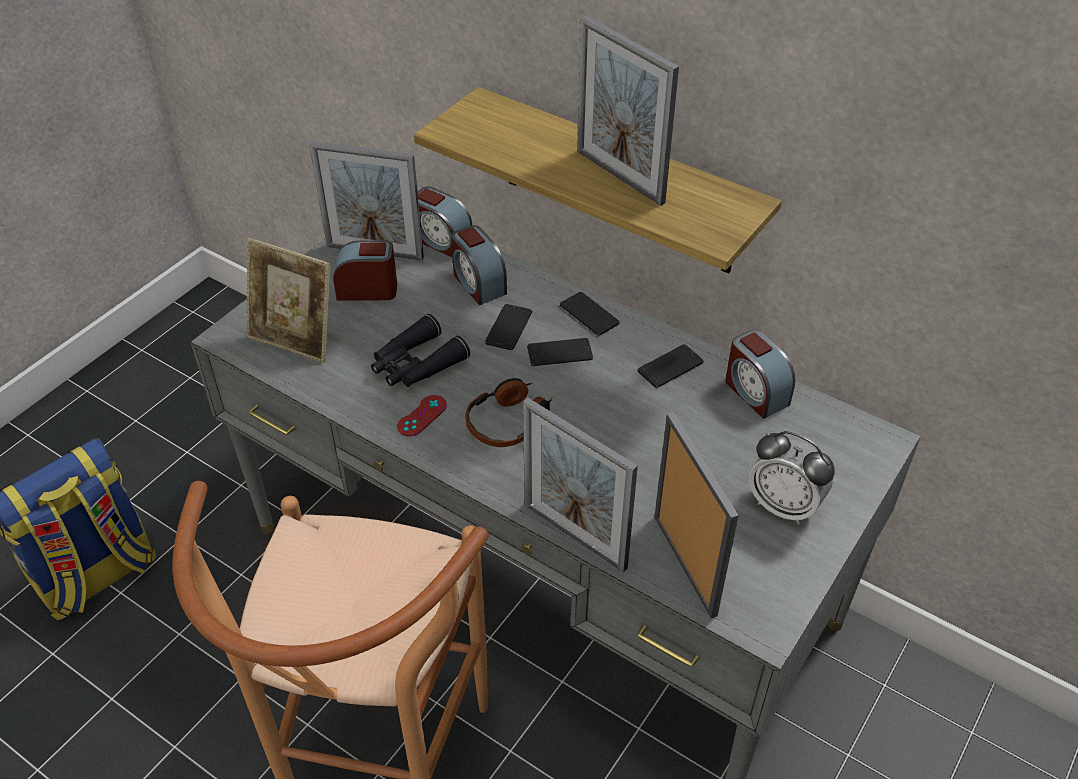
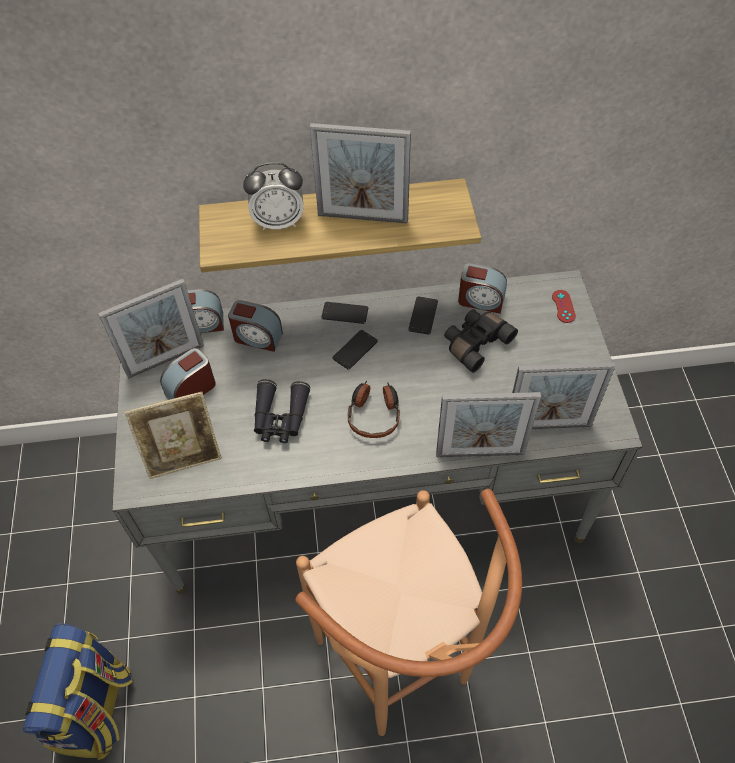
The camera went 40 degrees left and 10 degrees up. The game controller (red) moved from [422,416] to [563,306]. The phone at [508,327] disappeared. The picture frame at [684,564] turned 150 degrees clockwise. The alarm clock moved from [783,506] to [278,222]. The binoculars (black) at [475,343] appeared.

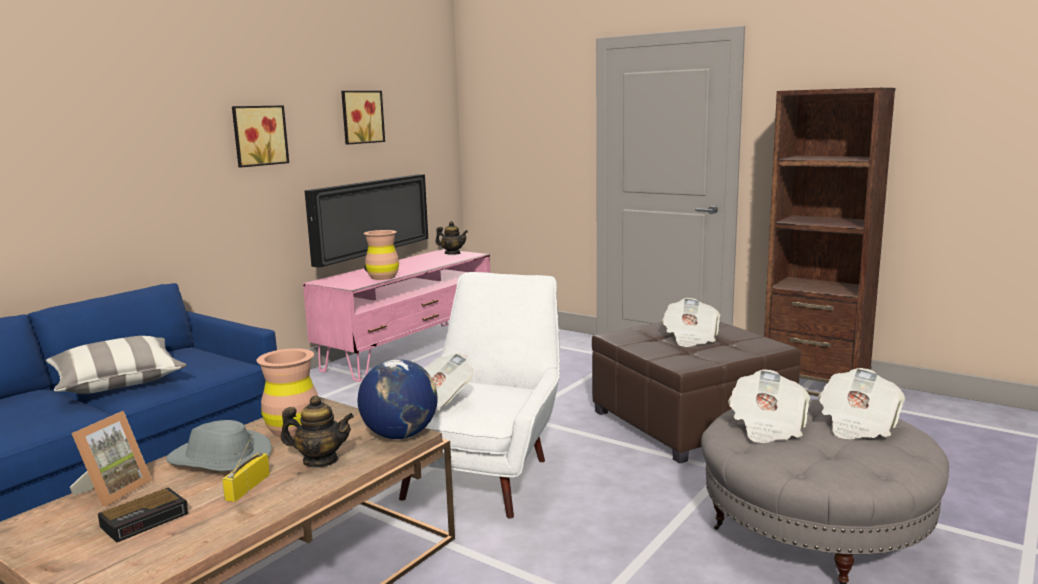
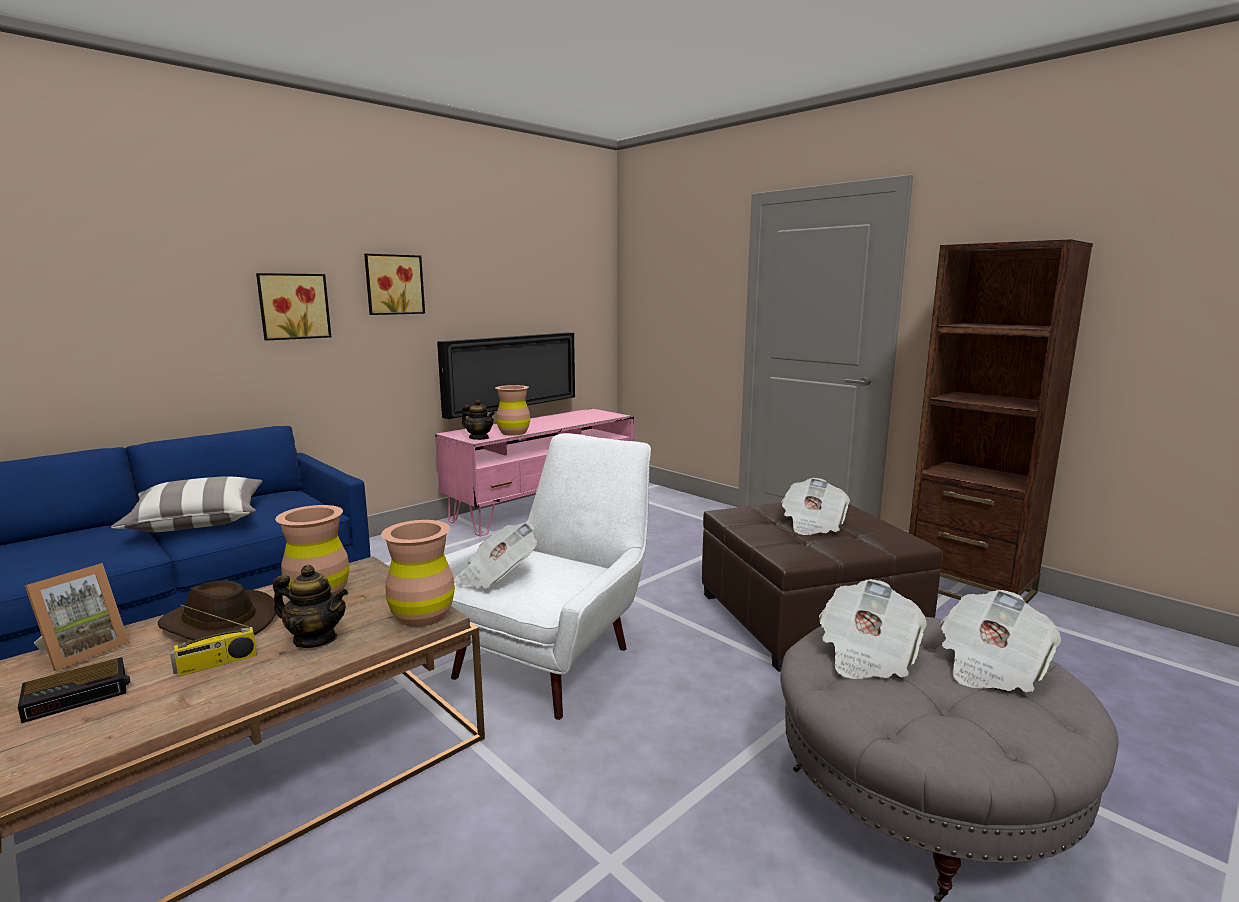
The camera went 10 degrees right and 0 degrees up. The hat (grey) at [219,459] became the hat (brown) at [218,623]. The radio at [248,486] turned 150 degrees counterclockwise. The picture moved from [361,117] to [293,306]. The globe at [400,435] was replaced by the vase (brown) at [422,615]. The teapot moved from [452,253] to [479,438].

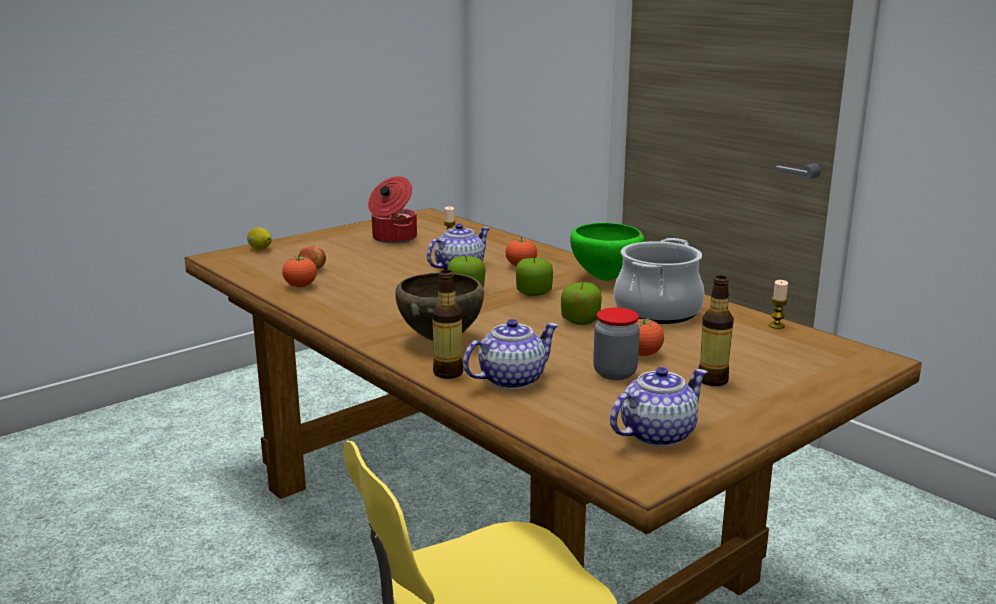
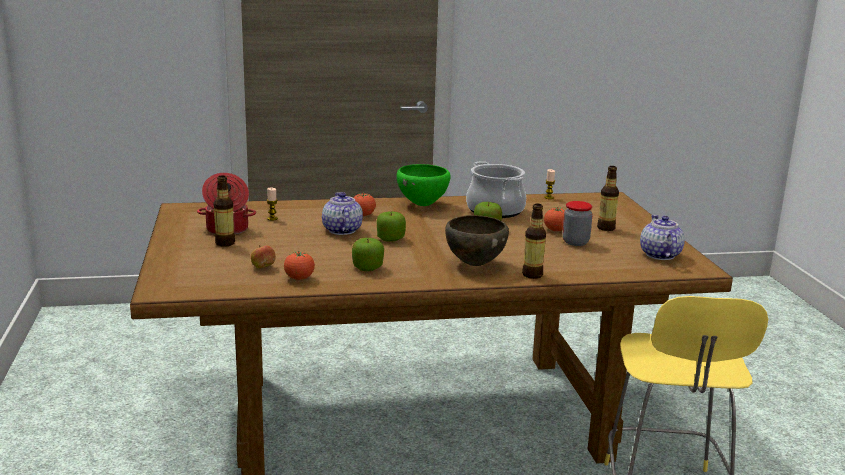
The camera went 60 degrees left and 0 degrees up. The lemon at [260,249] disappeared. The teapot at [510,380] disappeared. The apple moved from [534,293] to [368,267]. The bottle at [225,243] appeared.

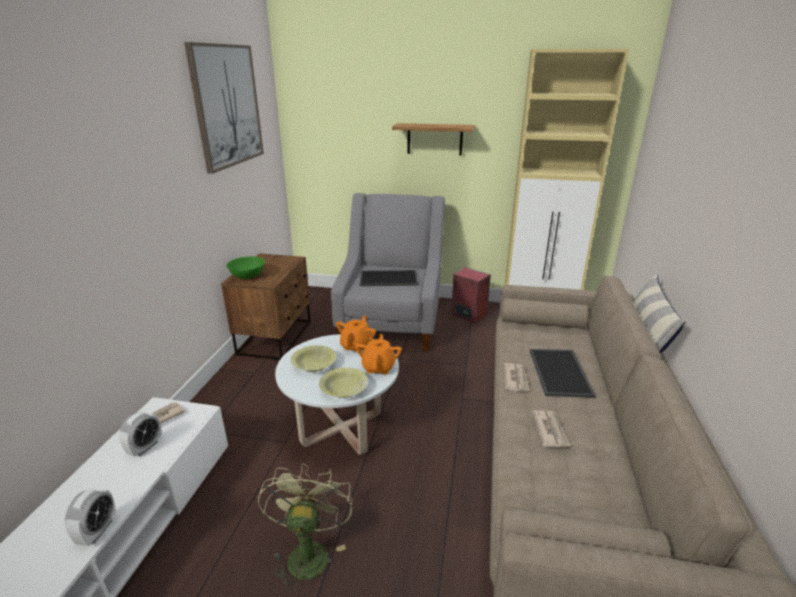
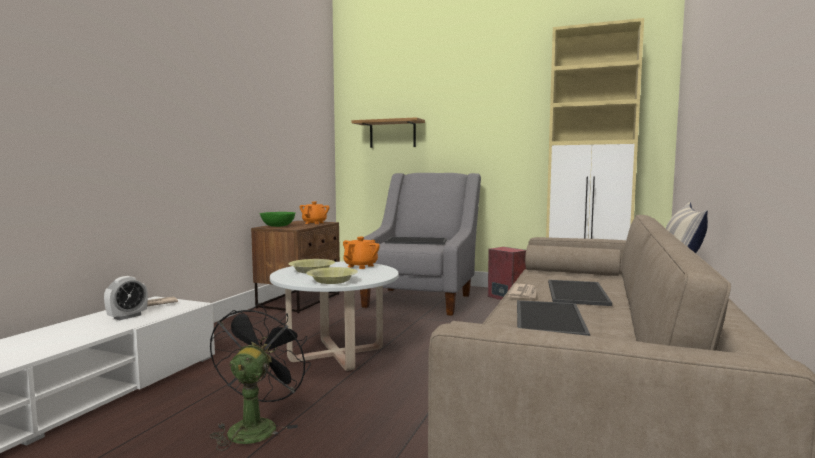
The camera went 10 degrees right and 20 degrees down. The alarm clock at [97,531] disappeared. The picture at [227,106] disappeared. The fan (green) at [308,551] became the fan (black) at [255,426]. The teapot (orange) moved from [378,367] to [314,223]. The shelf moved from [434,139] to [392,134]. The newspaper at [549,430] was replaced by the tray at [547,318].

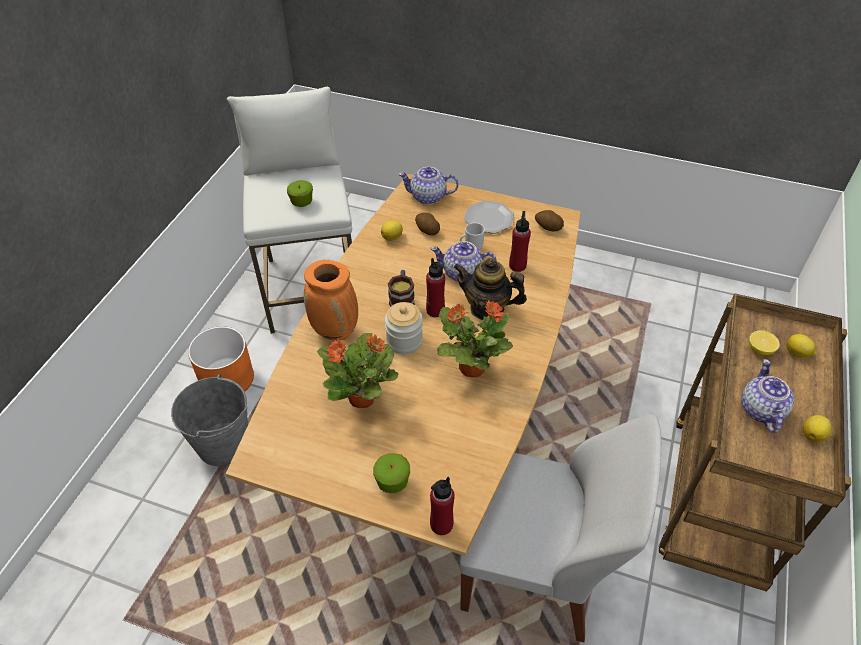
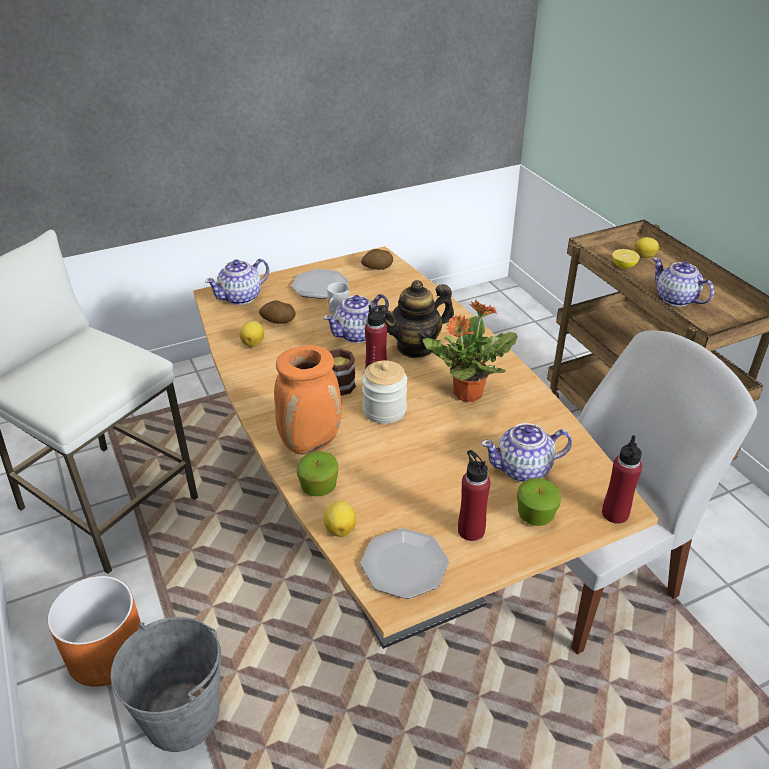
The camera went 45 degrees left and 10 degrees down. The apple moved from [302,202] to [319,487]. The potted plant at [363,398] disappeared. The bottle (red) moved from [517,265] to [471,530]. The lemon moved from [812,435] to [340,528]. The plate at [403,565] appeared. The teapot at [524,469] appeared.

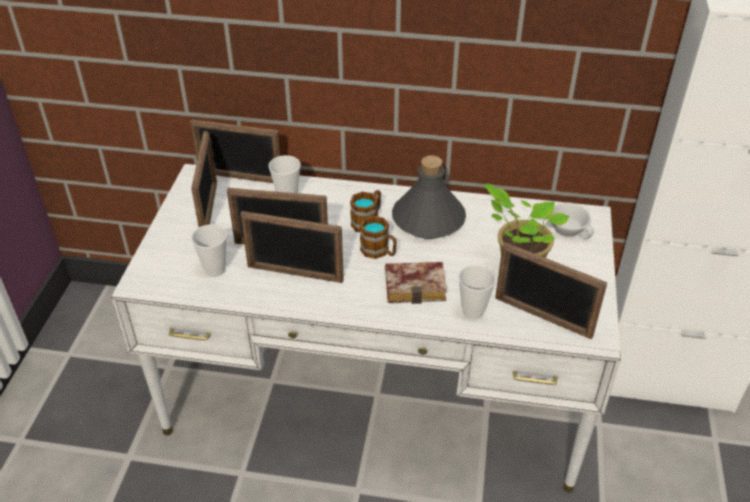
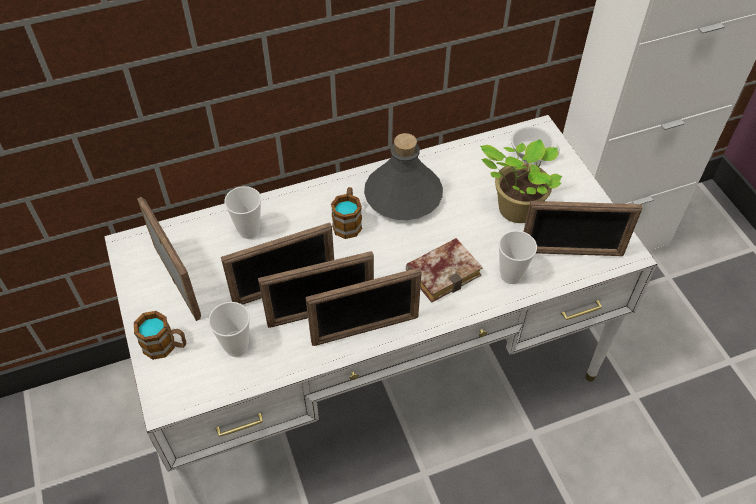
The camera went 30 degrees left and 10 degrees up. The picture frame moved from [240,178] to [365,330]. The mug moved from [379,252] to [165,346].

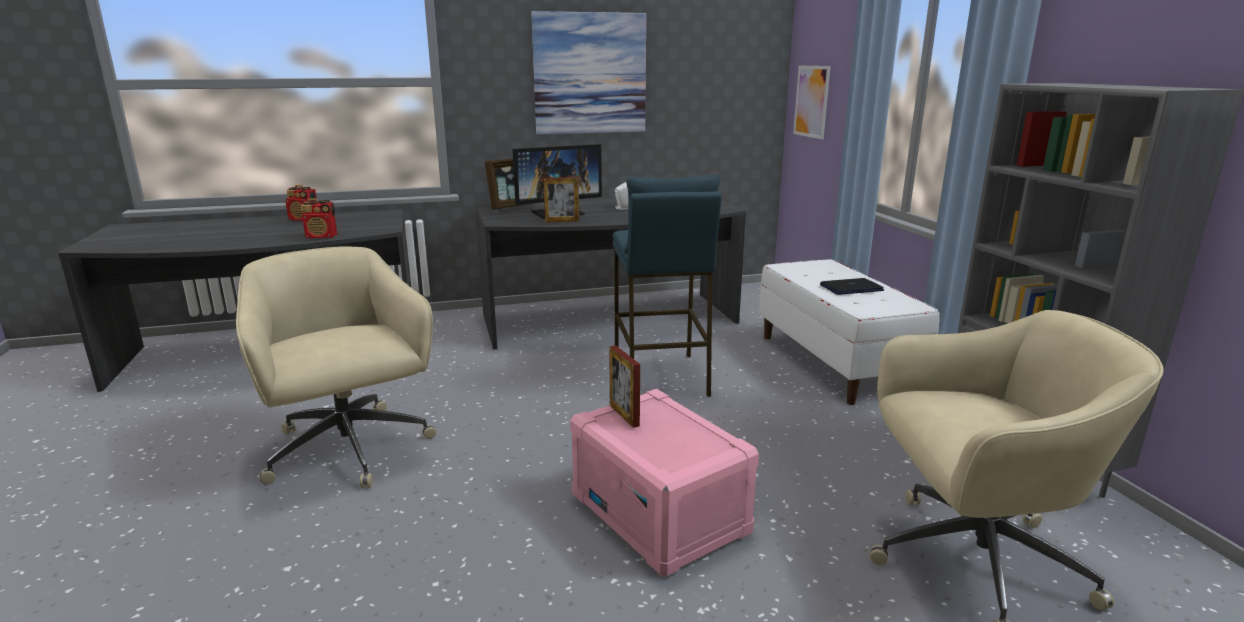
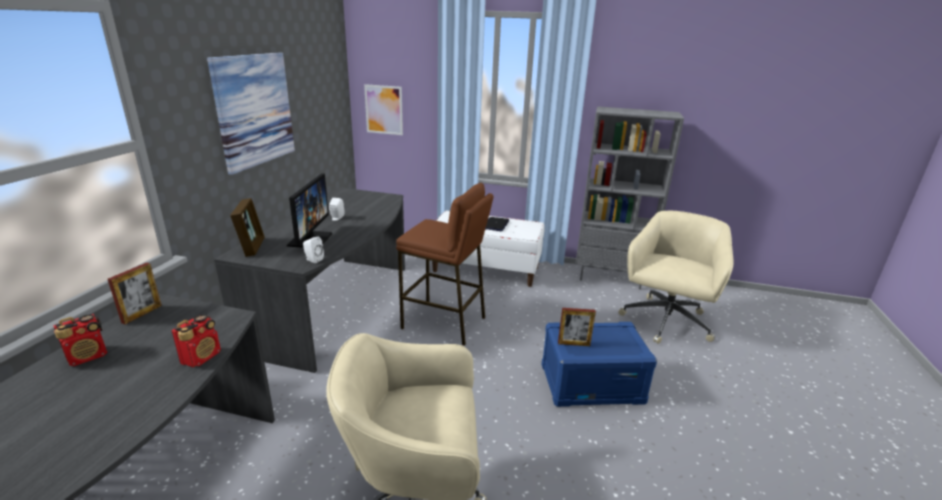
The camera went 60 degrees left and 5 degrees up. The picture frame moved from [562,221] to [142,314]. The storage box (pink) at [660,514] became the storage box (blue) at [591,384]. The stool (blue) at [660,377] became the stool (brown) at [444,323]. The speaker (white) at [313,259] appeared.

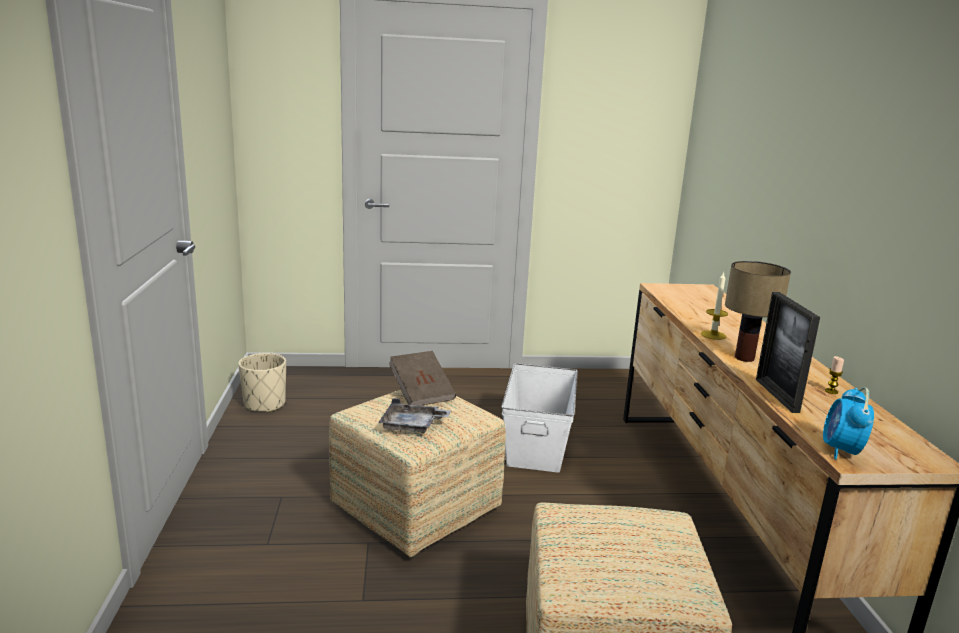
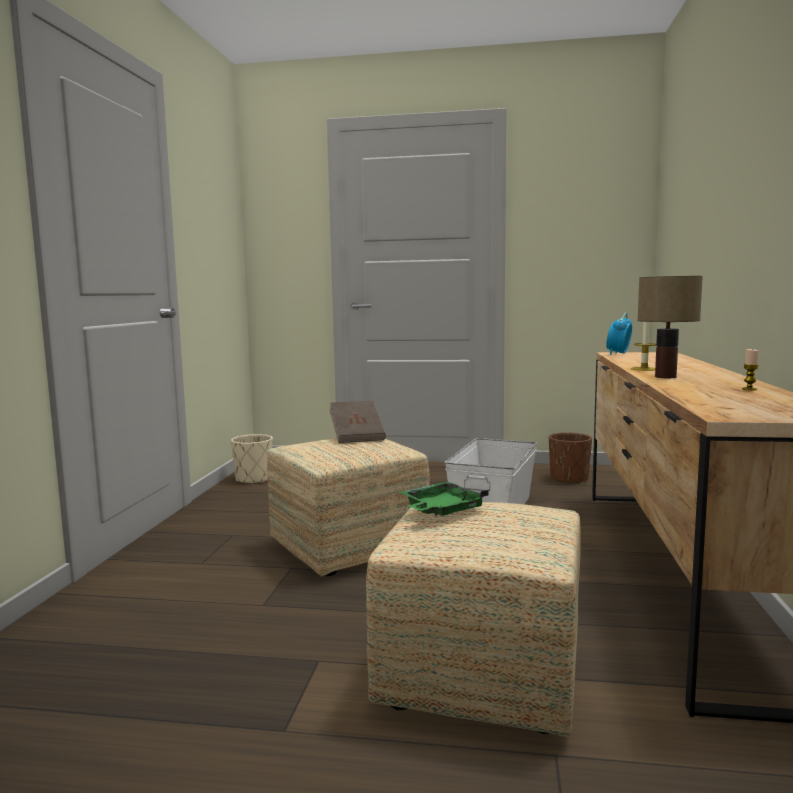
The camera went 15 degrees right and 10 degrees down. The tray (grey) at [412,426] disappeared. The picture frame at [776,395] disappeared. The alarm clock moved from [841,451] to [618,354]. The tray (green) at [441,510] appeared. The planter (brown) at [569,479] appeared.

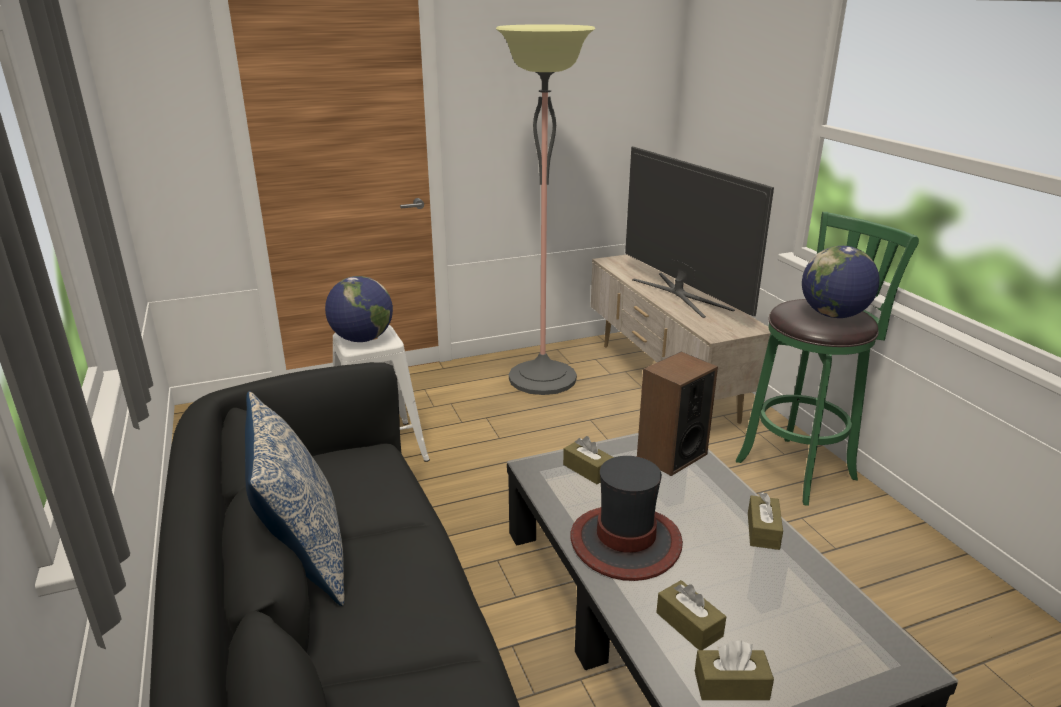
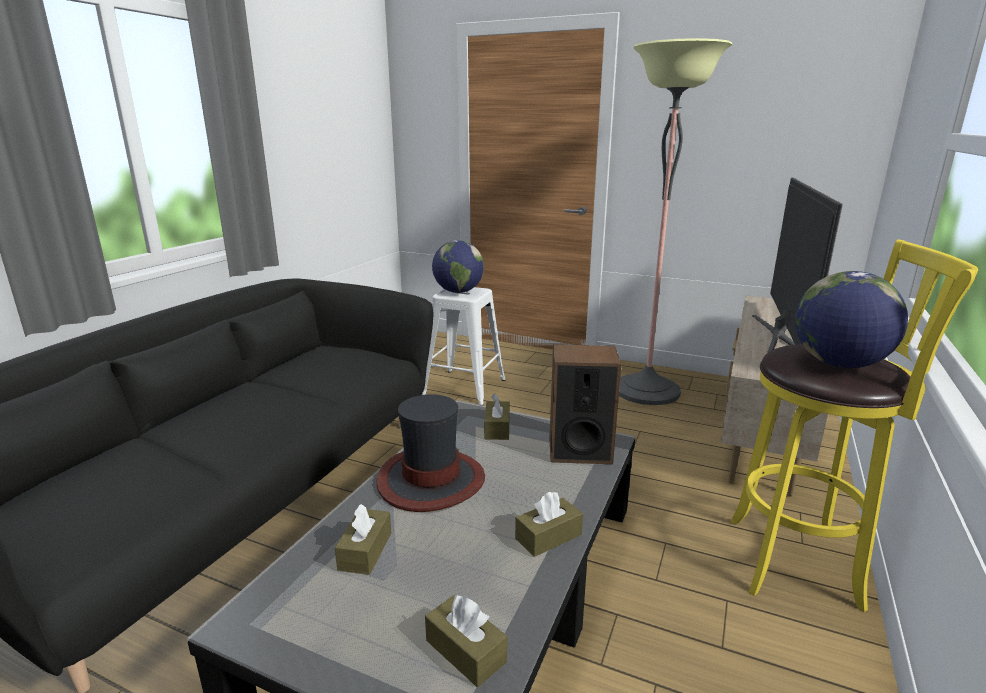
The camera went 45 degrees right and 5 degrees down. The pillow at [304,557] disappeared. The tissue box (brown) moved from [731,685] to [465,651]. The stool (green) at [799,467] became the stool (yellow) at [801,562].

